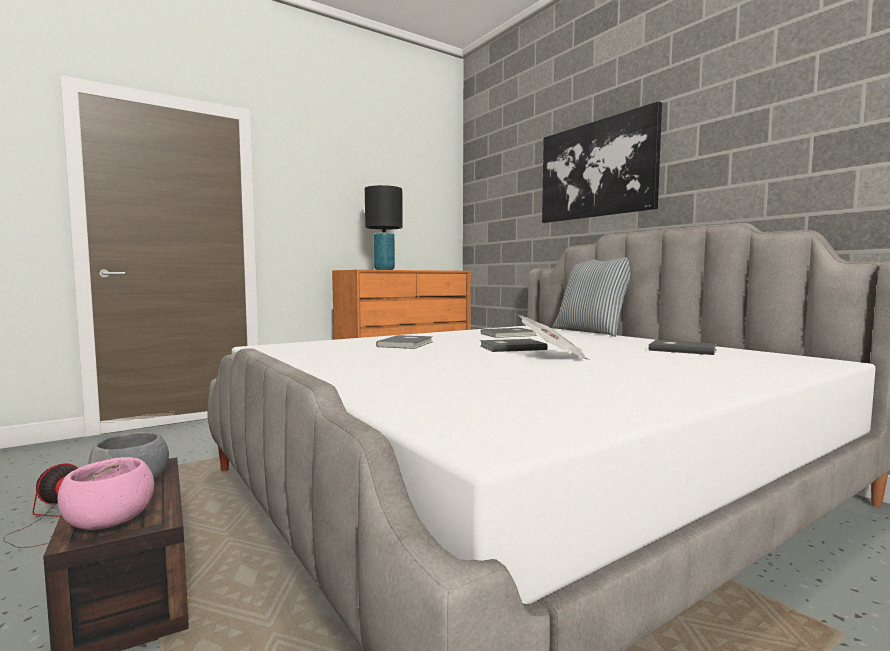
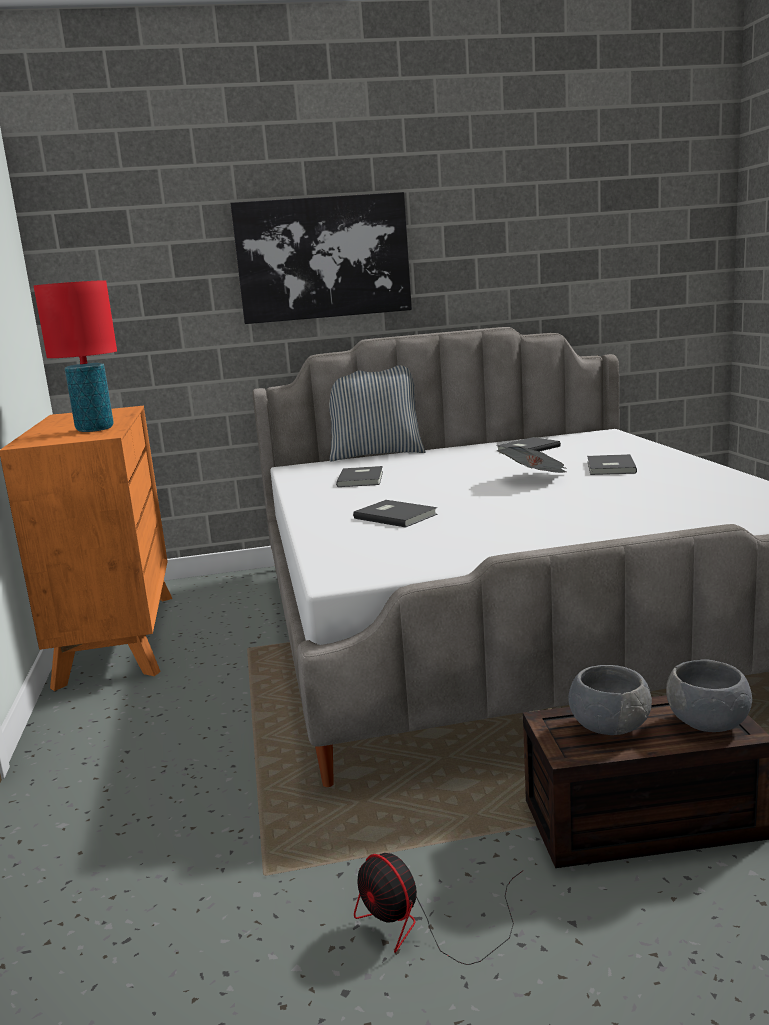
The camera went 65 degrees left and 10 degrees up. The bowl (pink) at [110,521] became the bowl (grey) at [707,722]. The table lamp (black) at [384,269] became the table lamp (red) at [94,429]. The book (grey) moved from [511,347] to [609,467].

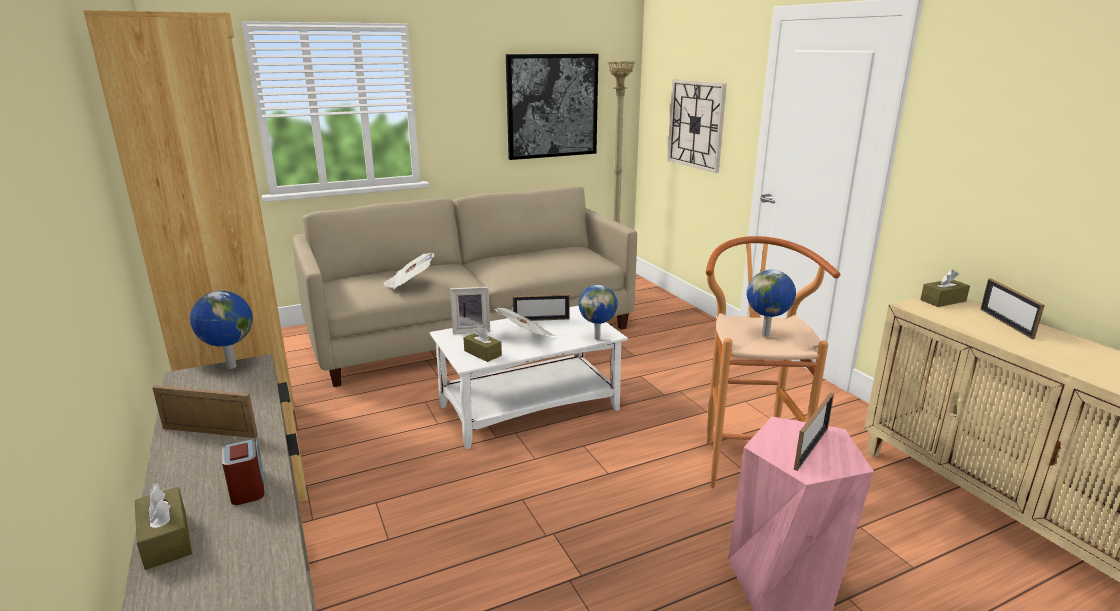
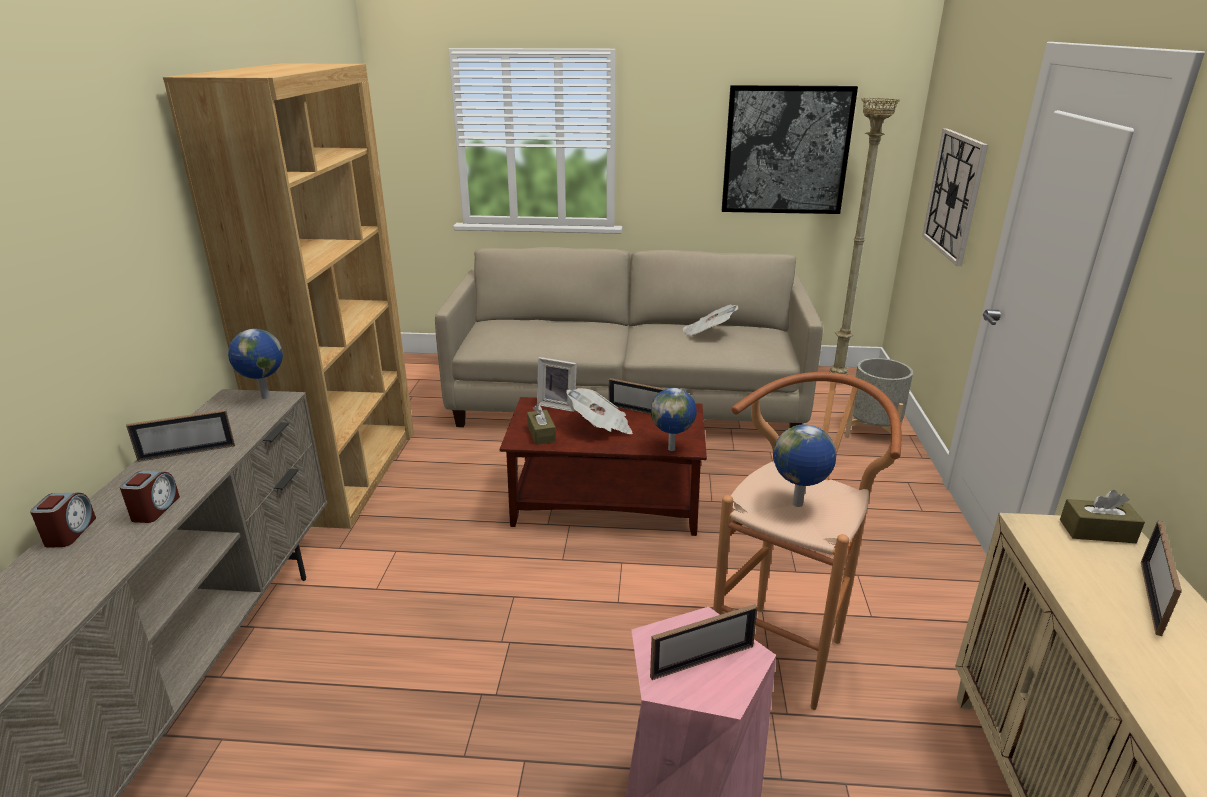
The camera went 30 degrees right and 5 degrees up. The tissue box (brown) at [166,539] was replaced by the alarm clock at [70,532]. The picture frame at [209,432] turned 120 degrees clockwise. The newspaper moved from [409,284] to [707,334]. The coffee table (white) at [530,407] became the coffee table (brown) at [608,502]. The planter (grey) at [873,432] appeared.

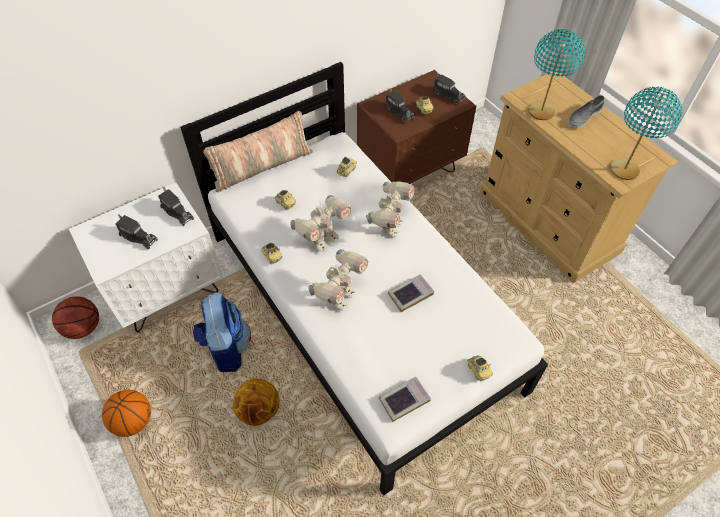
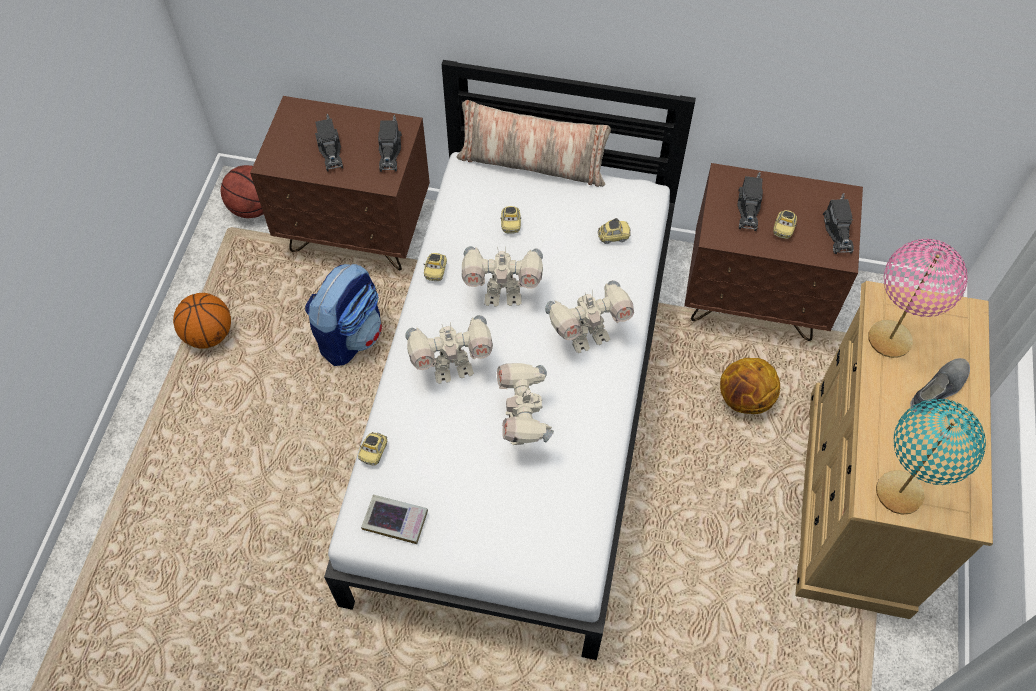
The camera went 45 degrees right and 5 degrees up. The nightstand (white) at [168,291] became the nightstand (brown) at [357,232]. The basketball moved from [259,410] to [745,399]. The book at [410,294] was replaced by the toy robot at [523,427]. The toy car moved from [478,370] to [374,452]. The table lamp (turquoise) at [541,111] became the table lamp (pink) at [890,339]. The shoe (grey) at [583,117] turned 135 degrees clockwise.

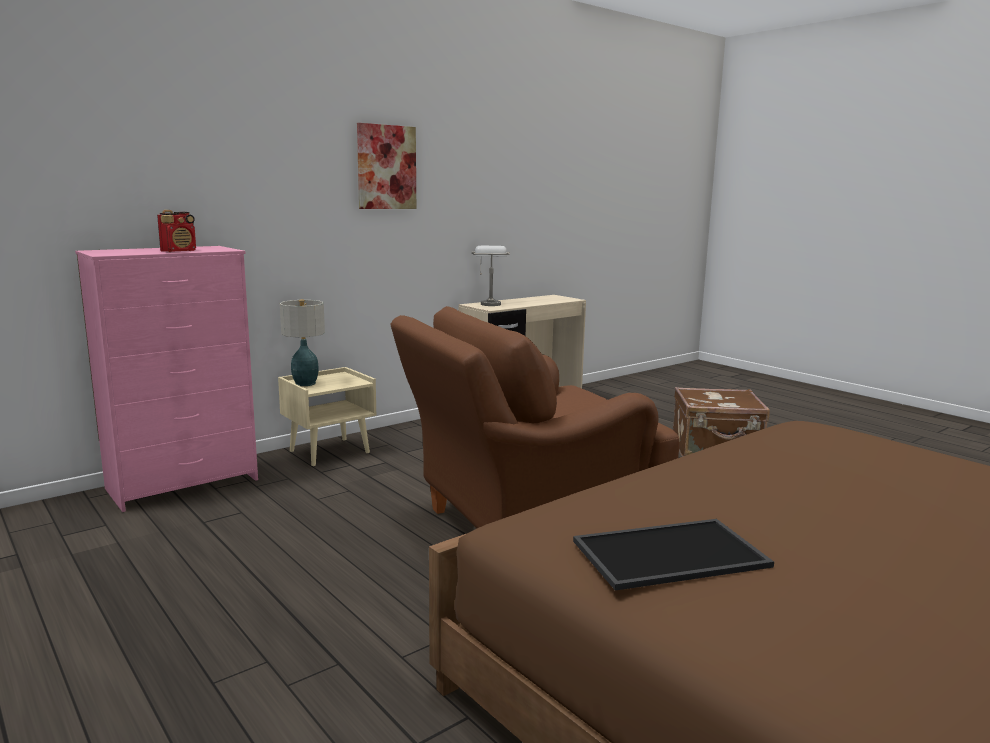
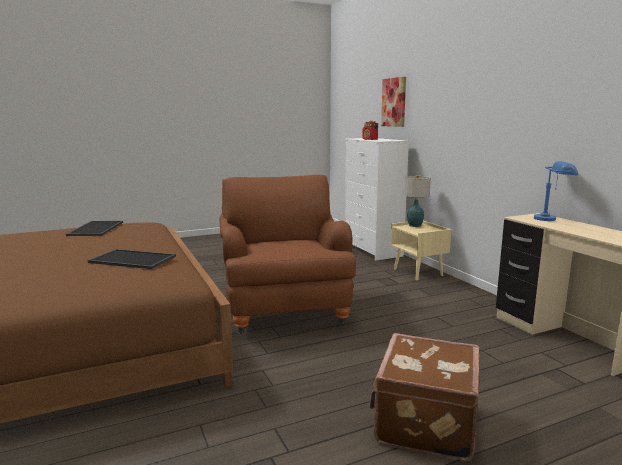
The camera went 105 degrees right and 0 degrees up. The dresser (pink) at [184,484] became the dresser (white) at [372,250]. The picture moved from [386,167] to [394,102]. The table lamp (grey) at [489,303] became the table lamp (blue) at [552,219]. The tray at [131,260] appeared.

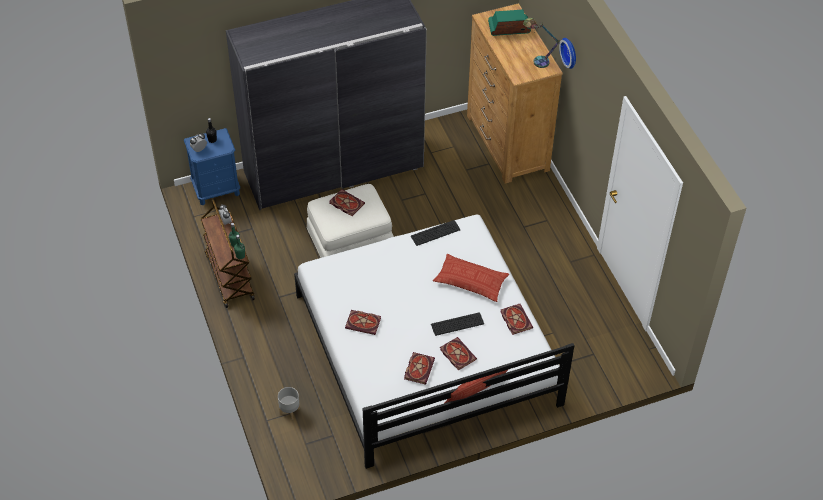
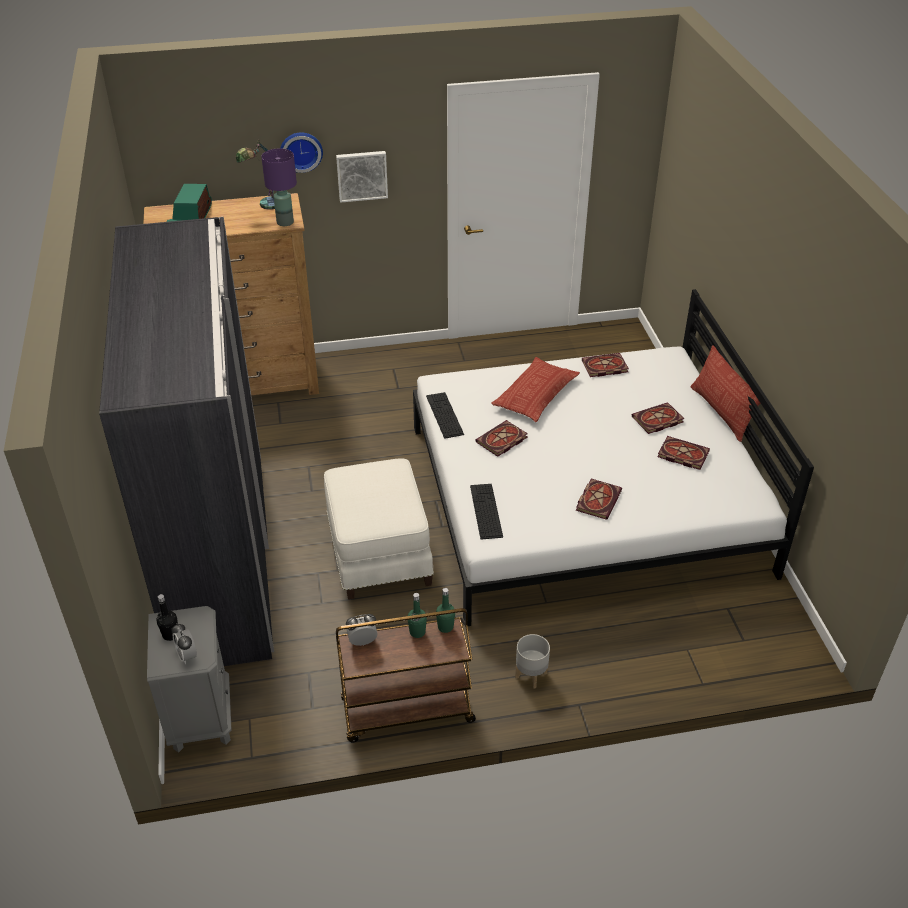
The camera went 80 degrees left and 10 degrees down. The nightstand (blue) at [217,190] became the nightstand (grey) at [200,717]. The planter (grey) moved from [289,411] to [531,675]. The book moved from [345,203] to [501,441]. The keyboard moved from [457,324] to [486,511]. The table lamp (purple) at [285,222] appeared. The picture at [362,175] appeared.

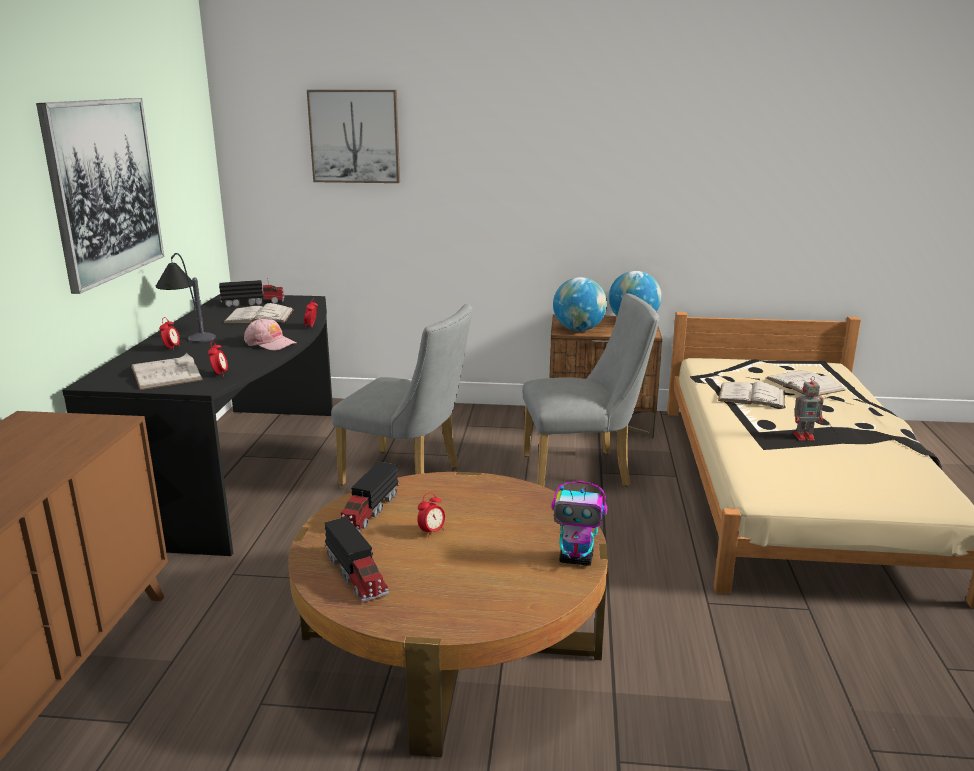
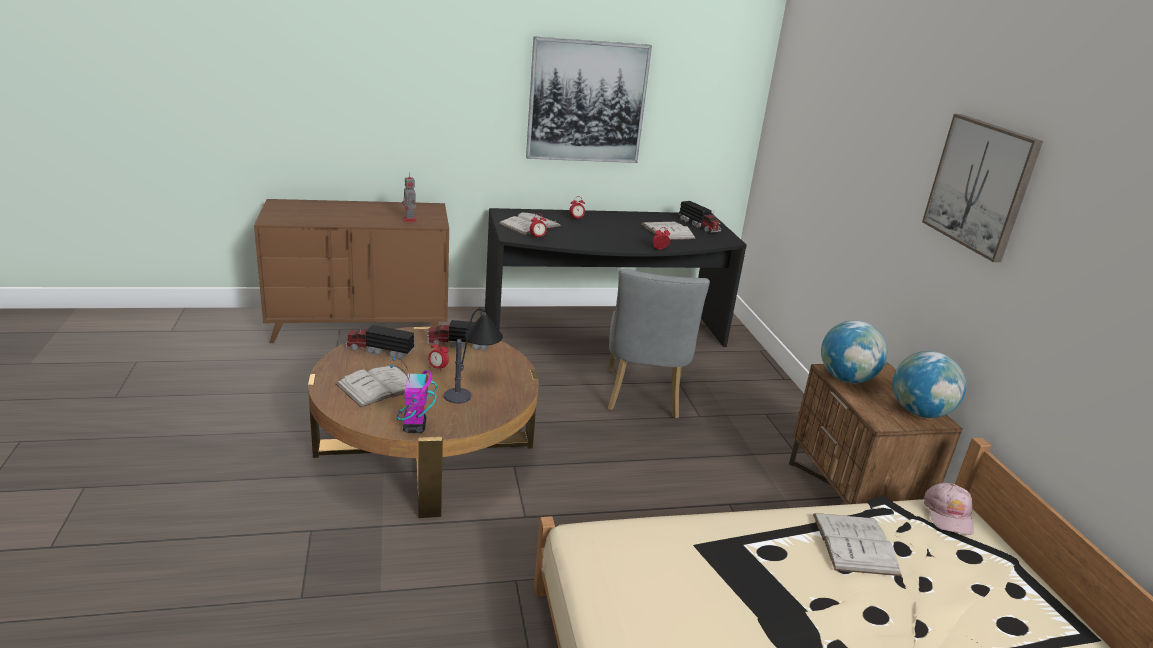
The camera went 70 degrees right and 5 degrees up. The table lamp moved from [188,332] to [473,384]. The cap (pink) moved from [270,343] to [948,515]. The picture moved from [355,136] to [980,185]. The toy truck at [356,574] turned 60 degrees clockwise. The chair (grey) at [584,471] disappeared. The book (white) moved from [804,384] to [378,386]. The toy robot moved from [805,437] to [410,220].

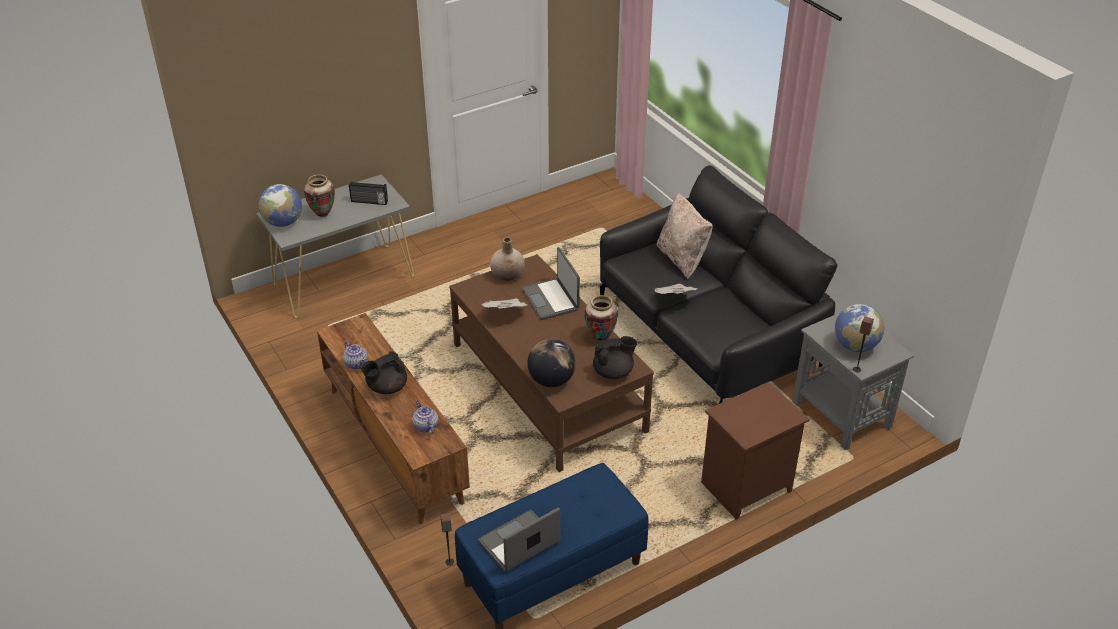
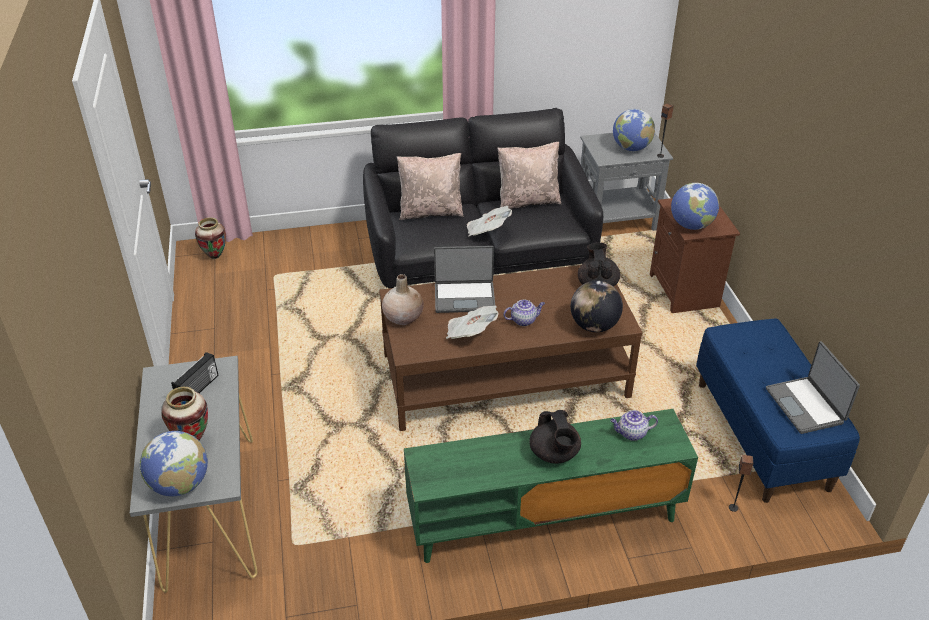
The camera went 70 degrees left and 0 degrees up. The tv stand (brown) at [394,444] became the tv stand (green) at [543,519]. The teapot moved from [356,364] to [524,320]. The vase moved from [600,337] to [215,256]. The pillow (beige) at [528,201] appeared. The globe at [691,225] appeared.

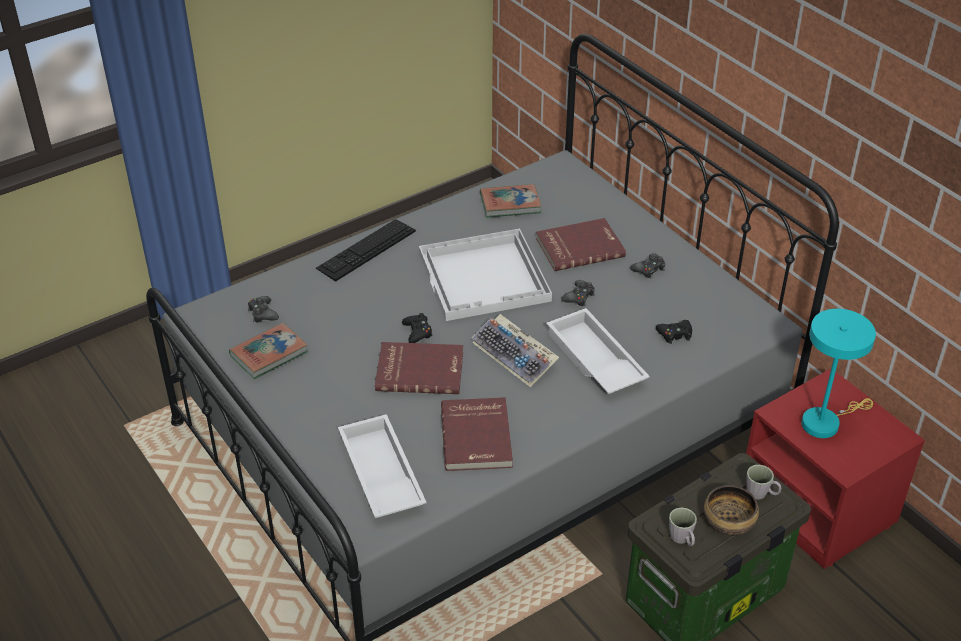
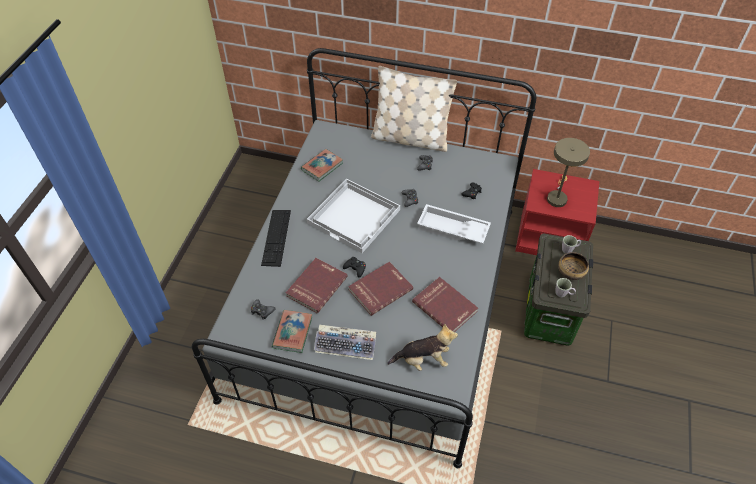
The camera went 40 degrees left and 10 degrees up. The tray (white) at [379,474] was replaced by the plush toy at [423,360]. The keyboard moved from [516,356] to [346,344]. The book (red) moved from [579,247] to [316,286]. The table lamp (turquoise) at [825,422] became the table lamp (beige) at [557,197]. The pillow (beige) at [410,138] appeared.

